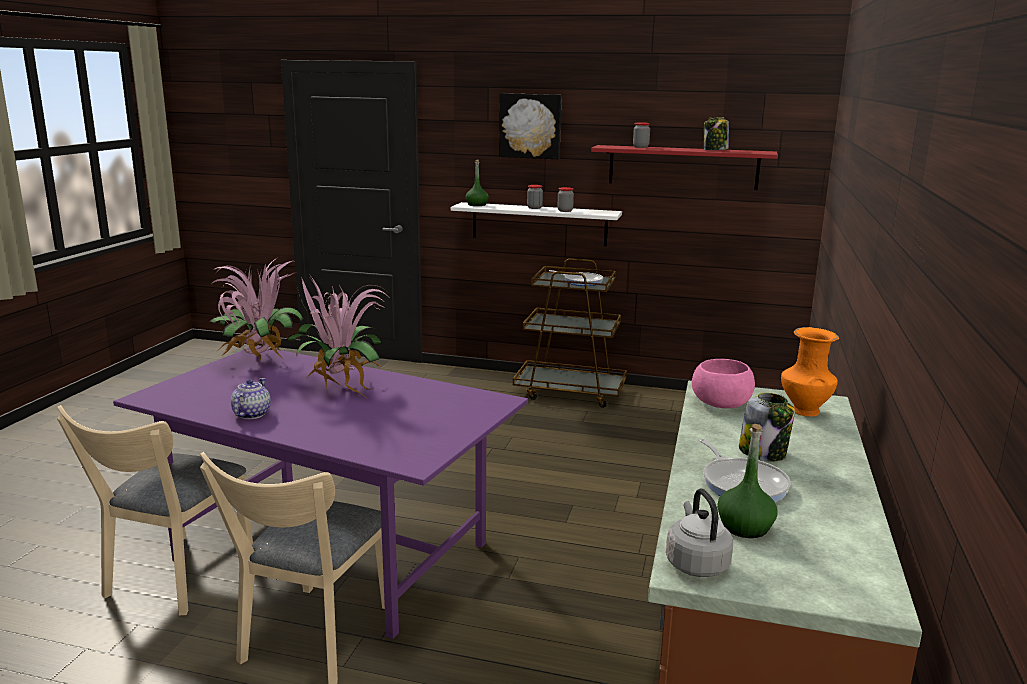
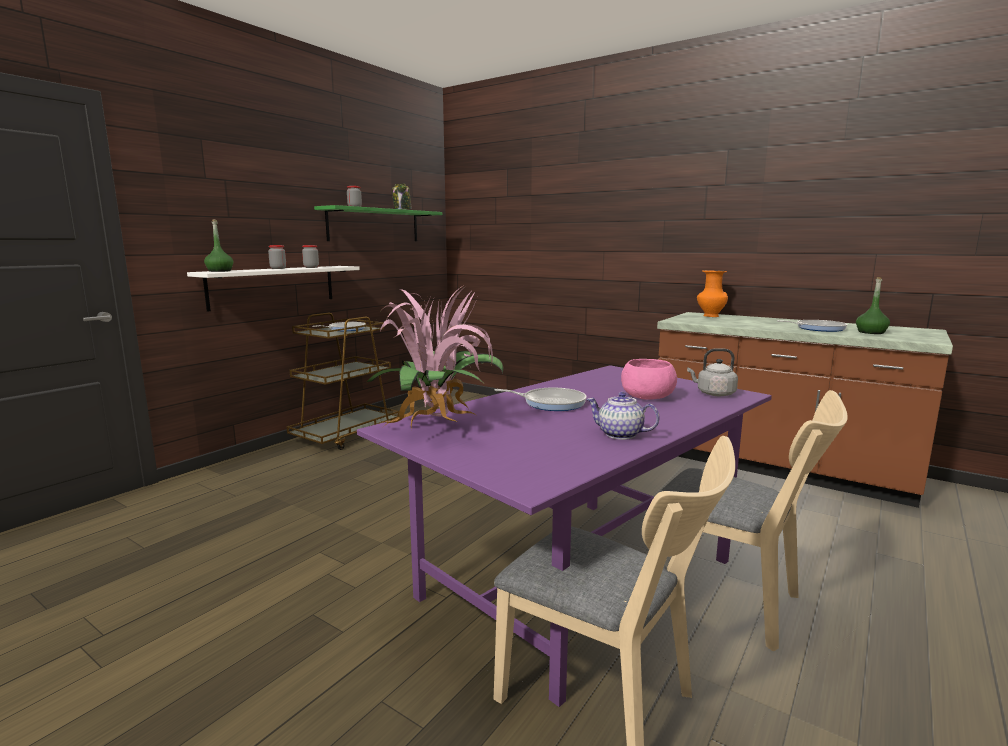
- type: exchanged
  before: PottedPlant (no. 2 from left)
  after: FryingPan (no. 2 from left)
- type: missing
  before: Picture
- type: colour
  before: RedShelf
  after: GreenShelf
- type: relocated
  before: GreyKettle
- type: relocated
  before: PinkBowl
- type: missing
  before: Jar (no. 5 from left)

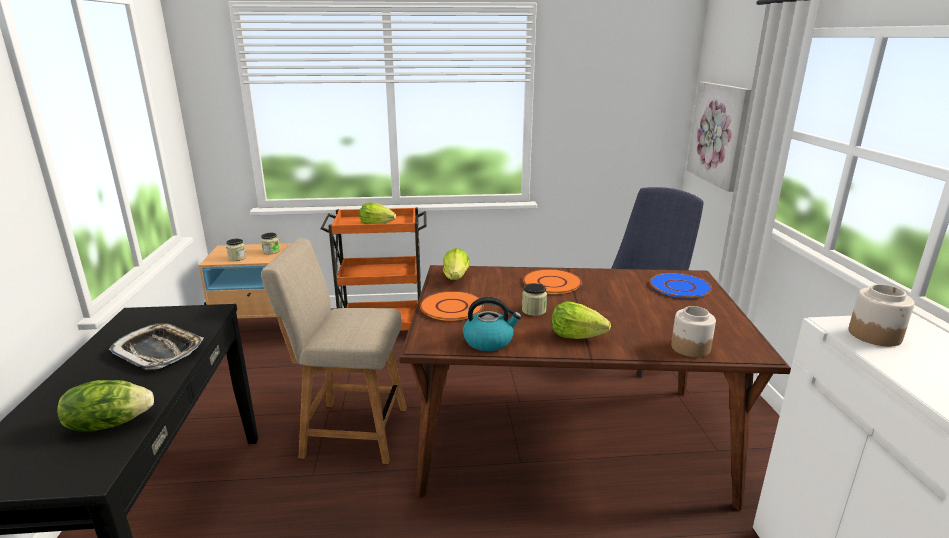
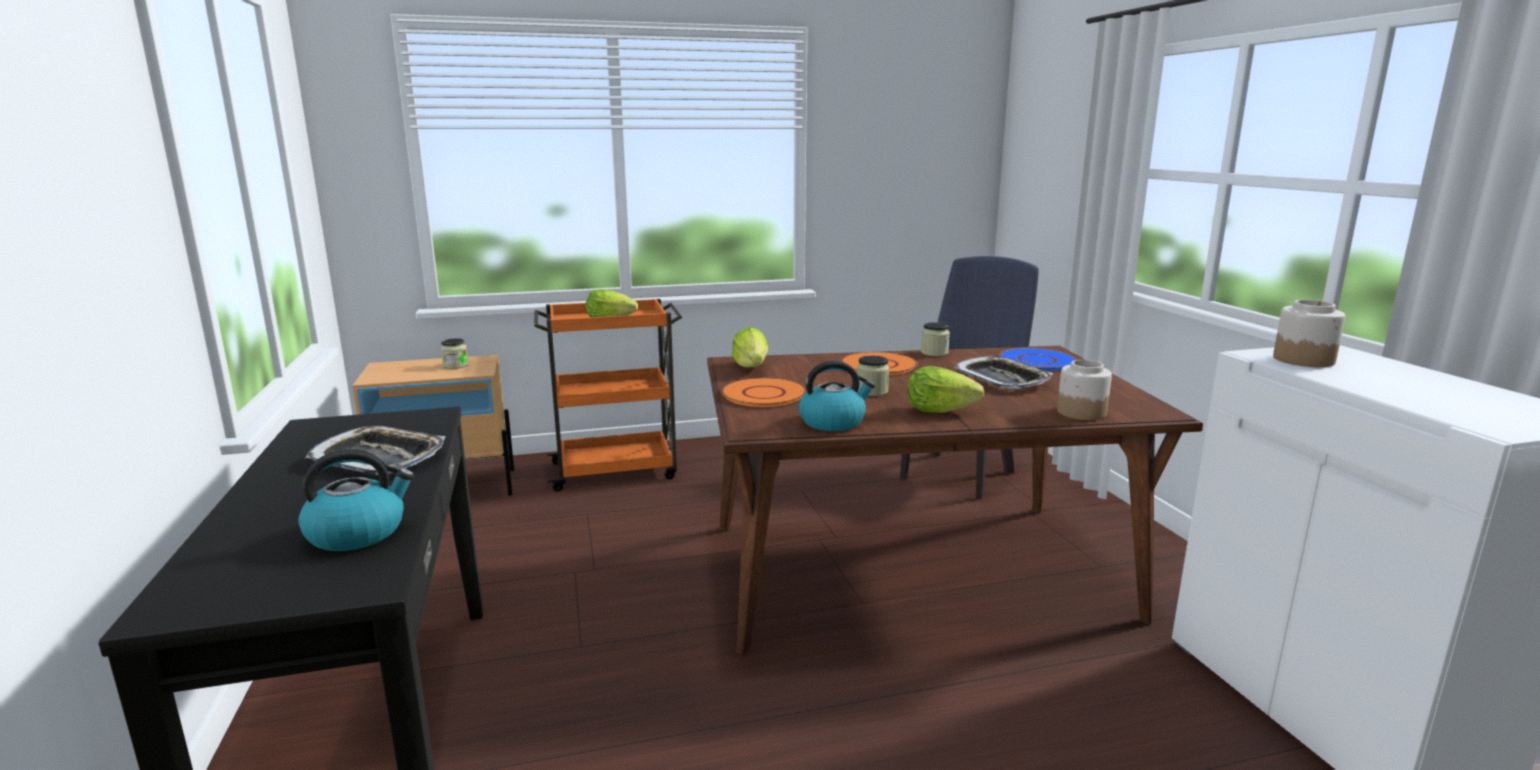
- type: exchanged
  before: Lettuce (no. 1 from left)
  after: Kettle (no. 1 from left)
- type: relocated
  before: Jar (no. 1 from left in the first image)
  after: Jar (no. 3 from left)
- type: missing
  before: BeigeChair
- type: missing
  before: Picture
- type: appeared
  after: Tray (no. 2 from left)

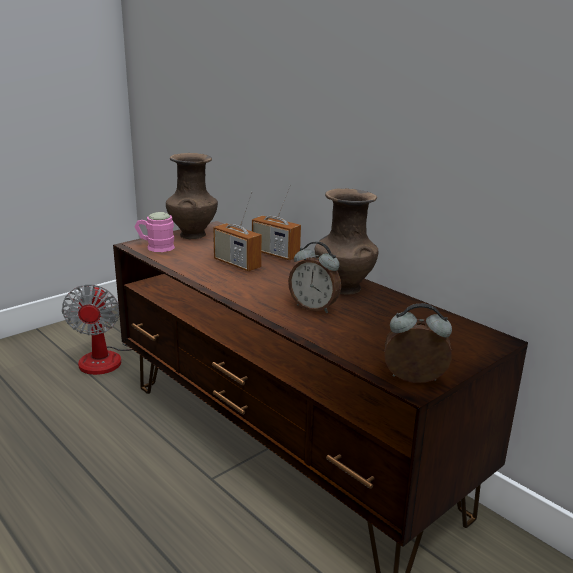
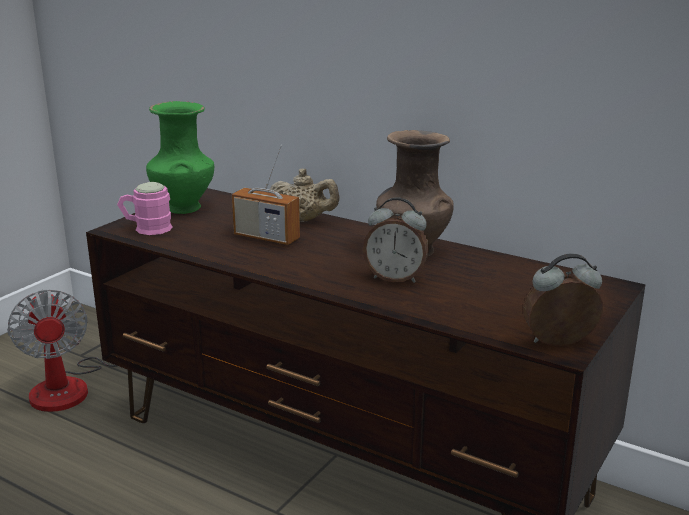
- type: colour
  before: BrownVase (no. 1 from left)
  after: GreenVase
- type: exchanged
  before: Radio (no. 2 from left)
  after: BeigeTeapot

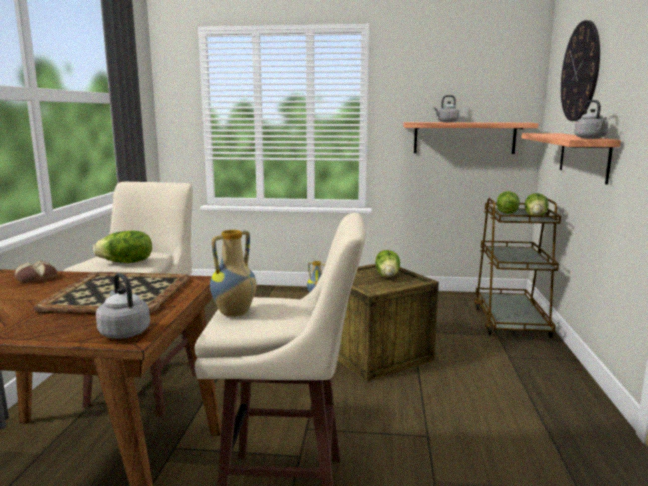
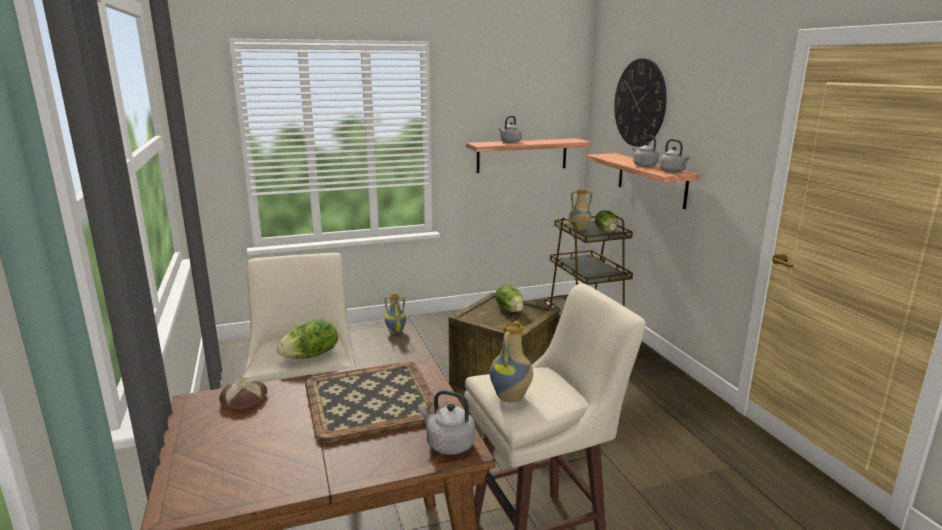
- type: exchanged
  before: Lettuce (no. 3 from left)
  after: Vase (no. 3 from left)
- type: appeared
  after: GreyKettle (no. 3 from left)

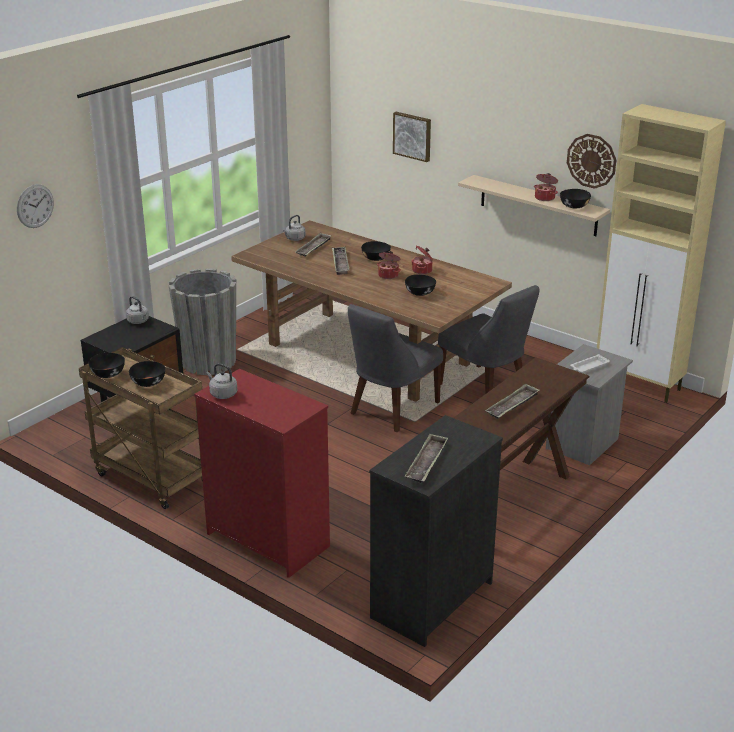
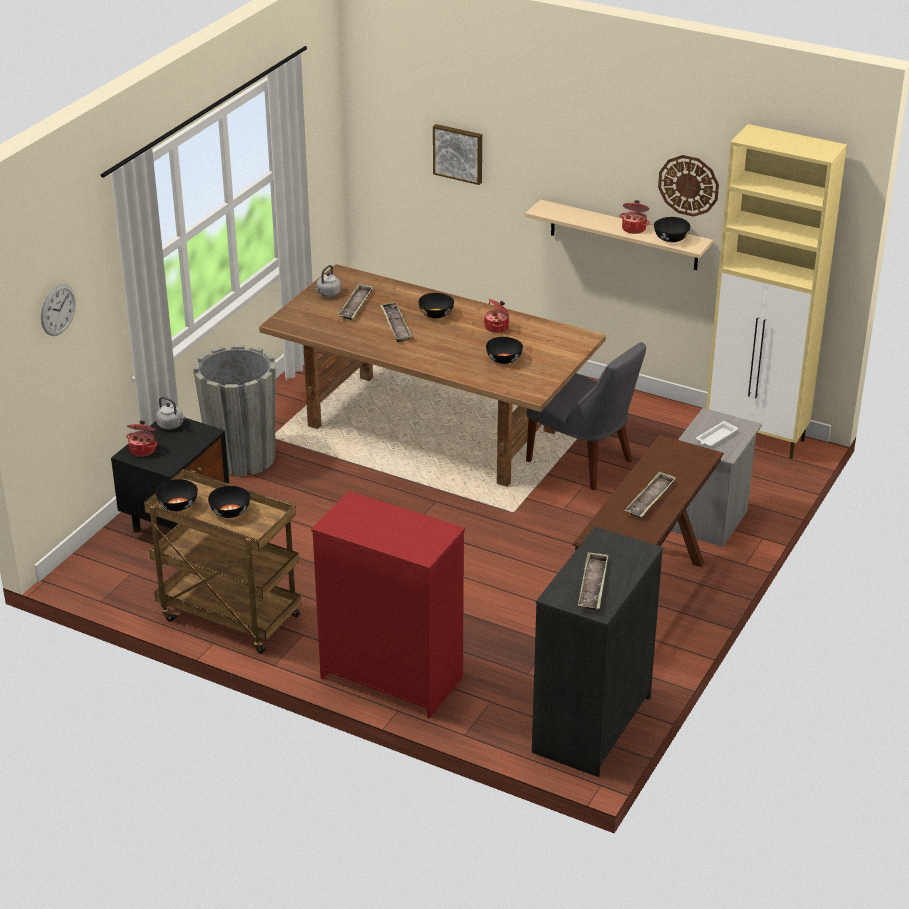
- type: missing
  before: GreyKettle (no. 2 from left)
- type: missing
  before: GreyChair (no. 1 from left)
- type: relocated
  before: CookingPot (no. 1 from left)

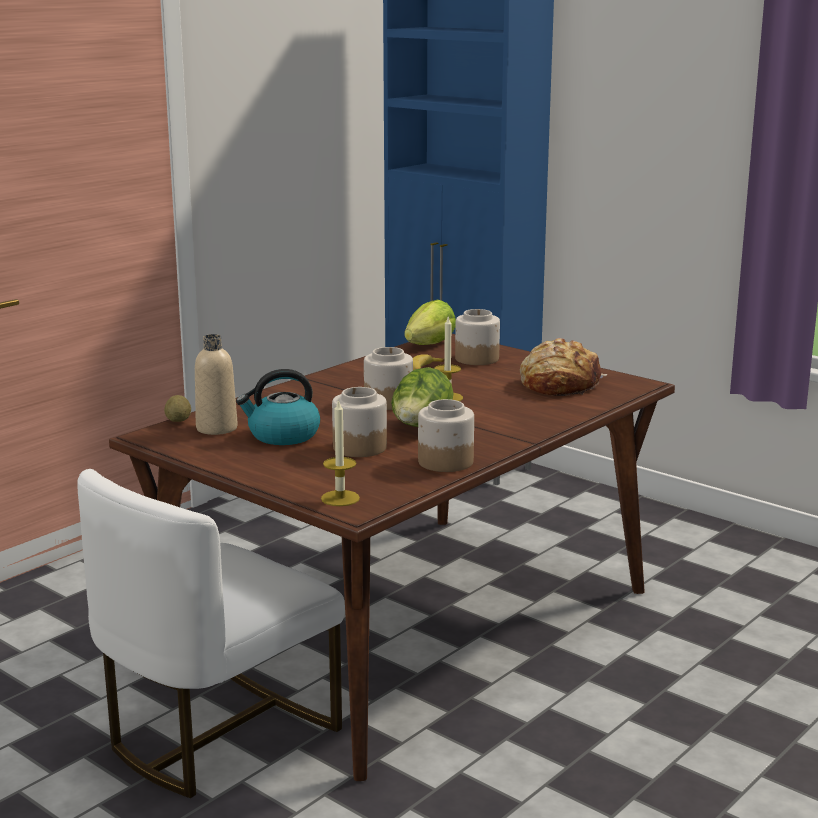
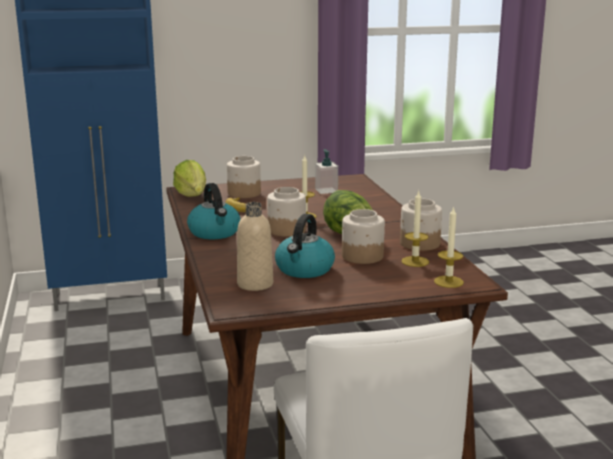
- type: missing
  before: Potato
- type: exchanged
  before: Bread
  after: SoapDispenser
- type: appeared
  after: Kettle (no. 1 from left)
- type: appeared
  after: Candle (no. 2 from left)

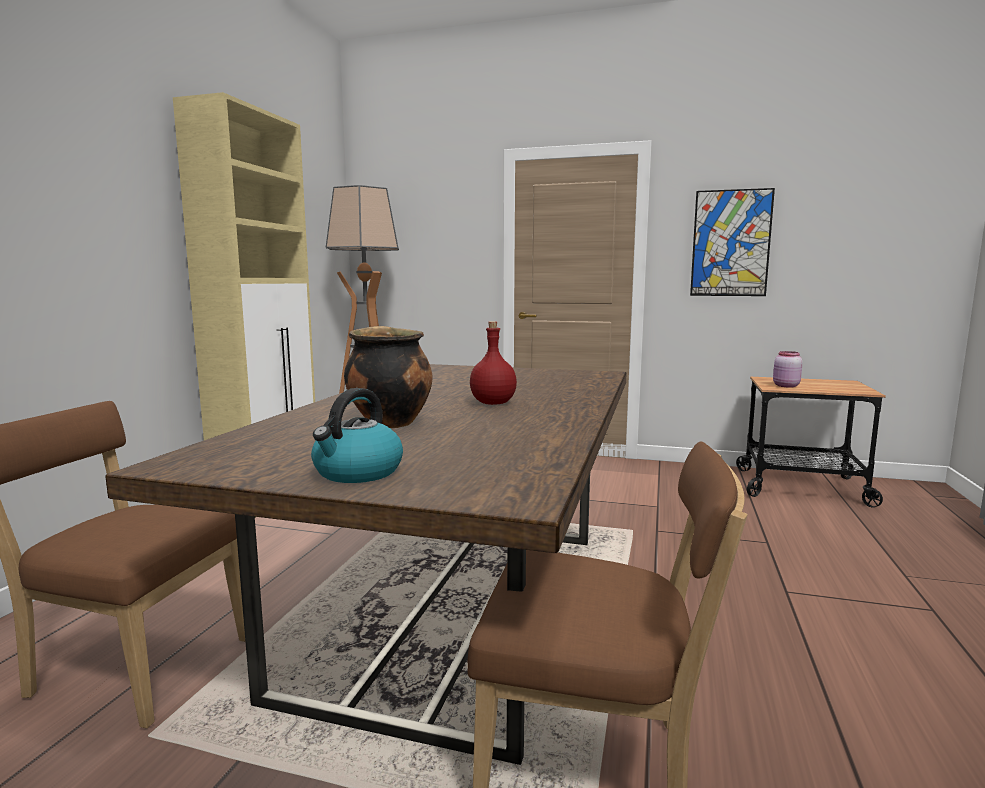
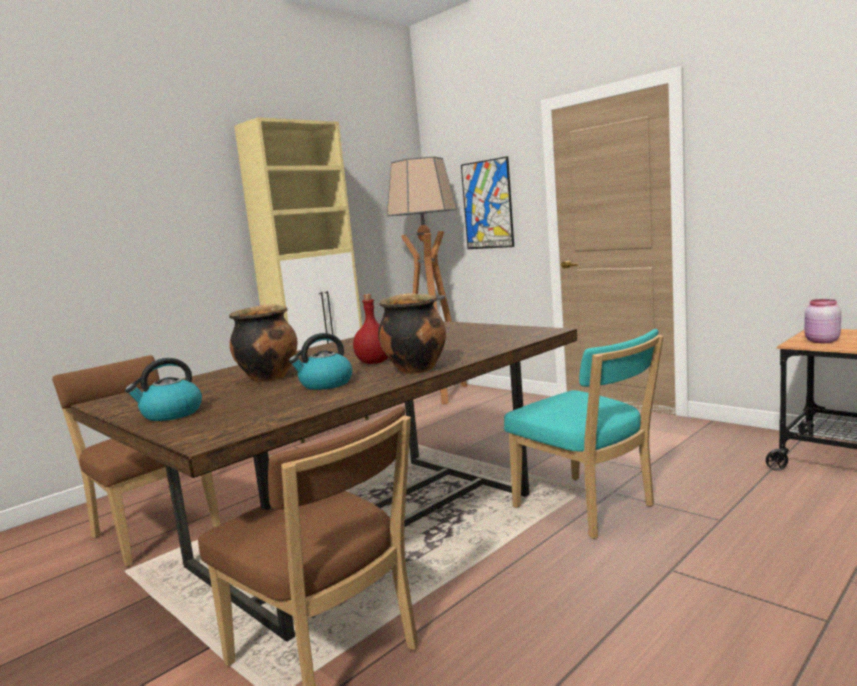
- type: relocated
  before: Picture
- type: appeared
  after: Kettle (no. 2 from left)
- type: appeared
  after: CookingPot (no. 2 from left)
- type: appeared
  after: TurquoiseChair

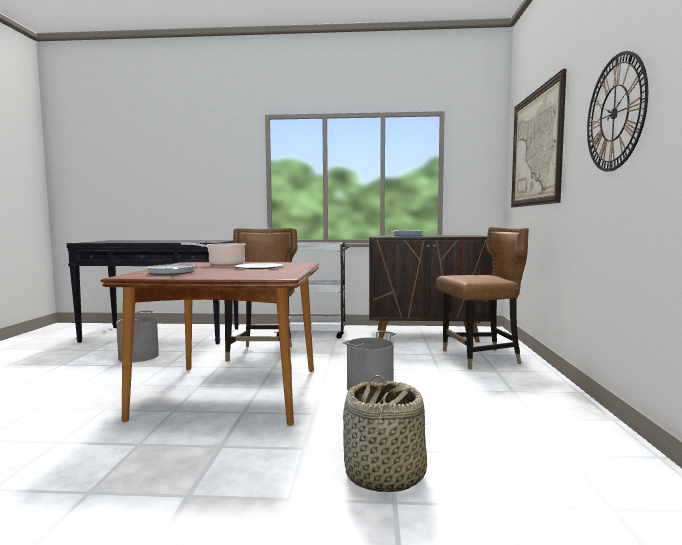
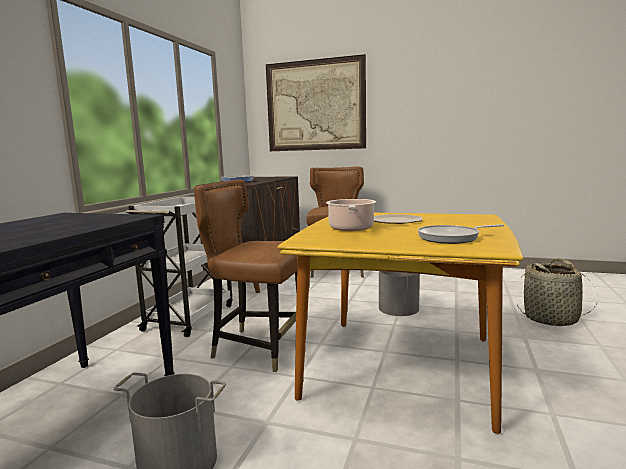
- type: colour
  before: BrownDiningTable
  after: YellowDiningTable
- type: missing
  before: WallClock

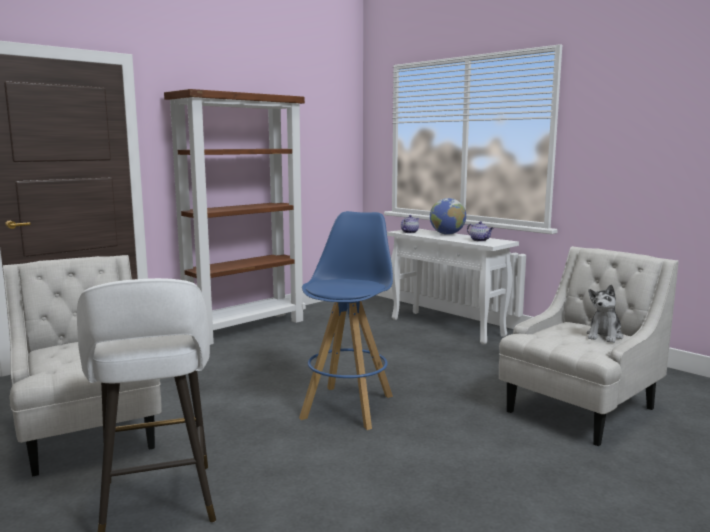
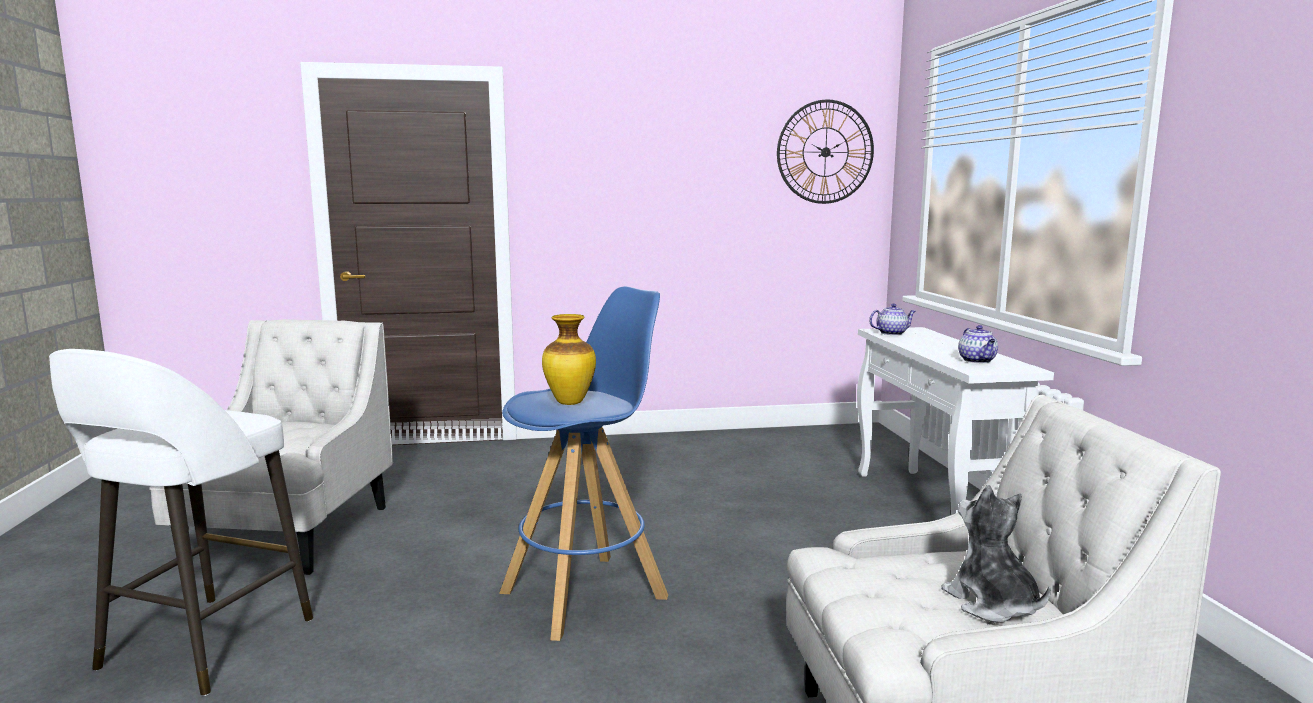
- type: missing
  before: BrownBookcase
- type: missing
  before: Globe
- type: spun
  before: PlushToy
  turn: 90
- type: appeared
  after: Vase
- type: appeared
  after: WallClock

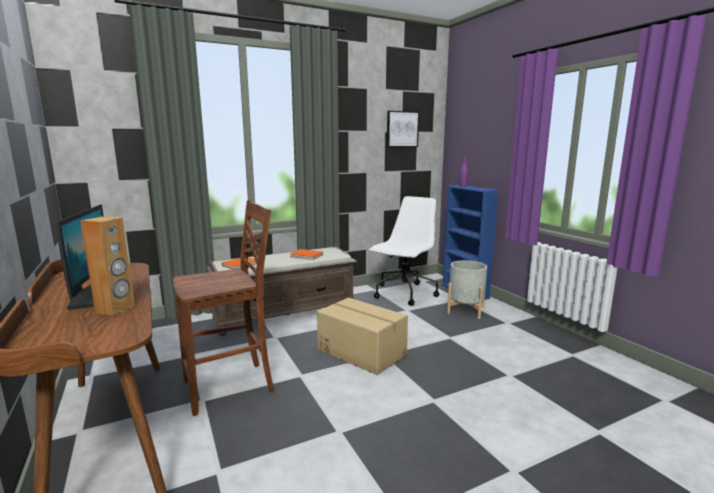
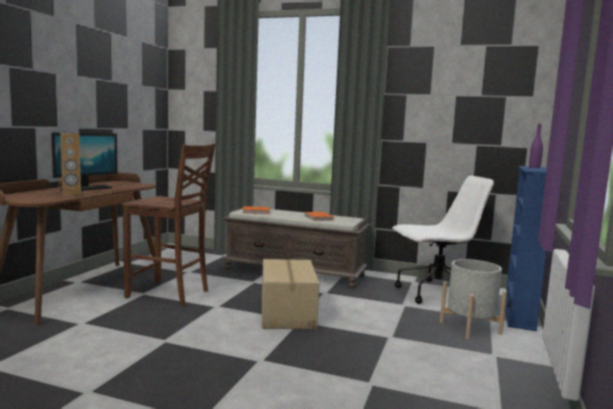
- type: missing
  before: Picture

